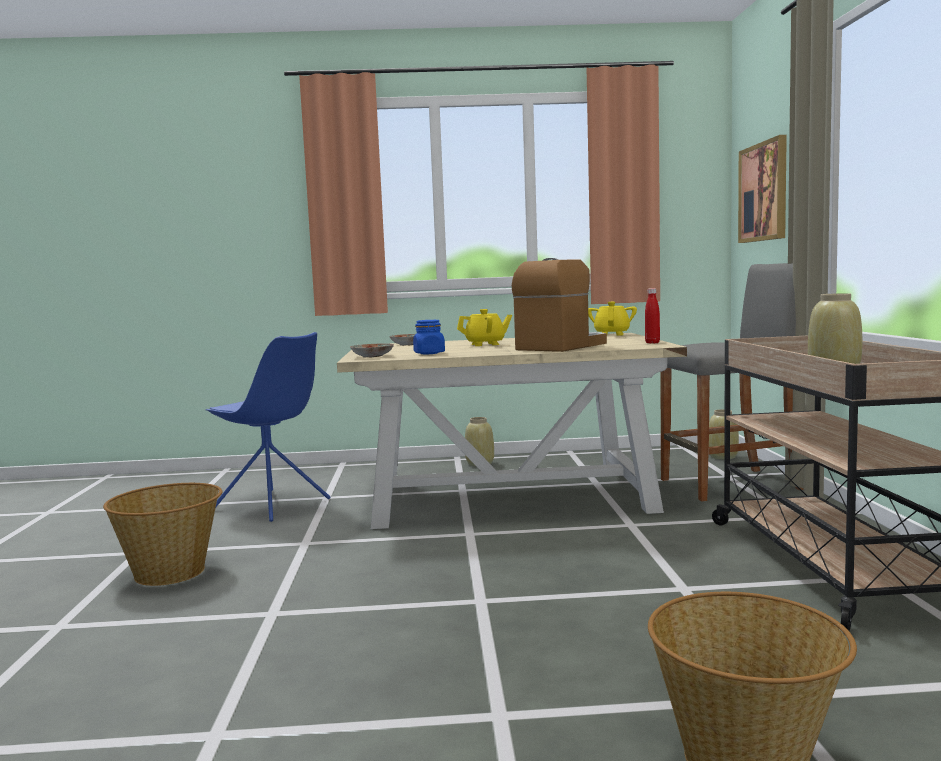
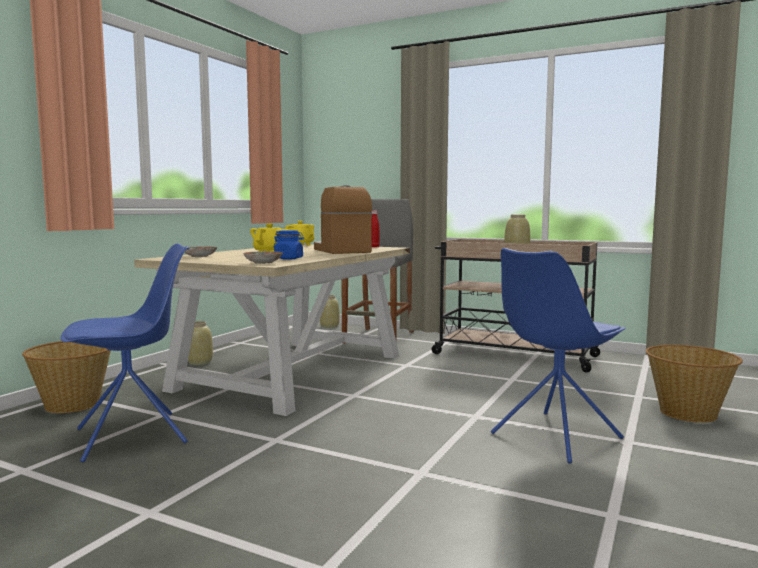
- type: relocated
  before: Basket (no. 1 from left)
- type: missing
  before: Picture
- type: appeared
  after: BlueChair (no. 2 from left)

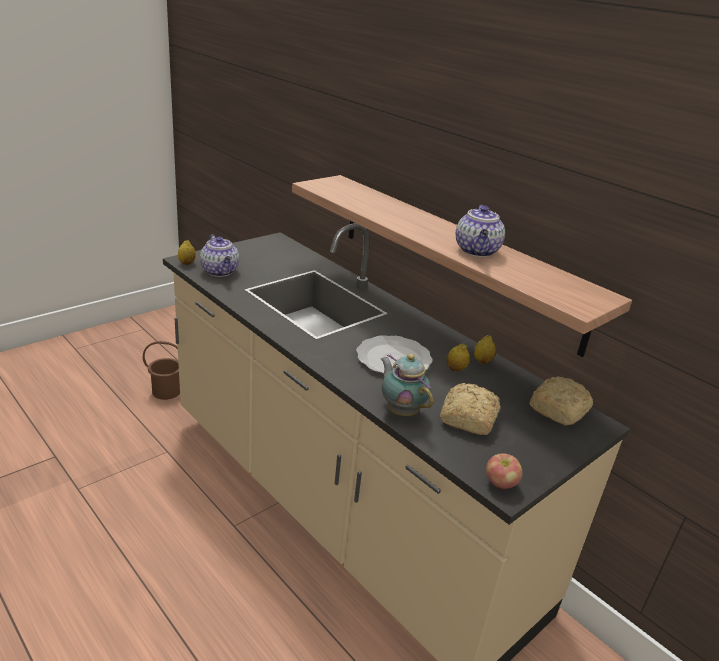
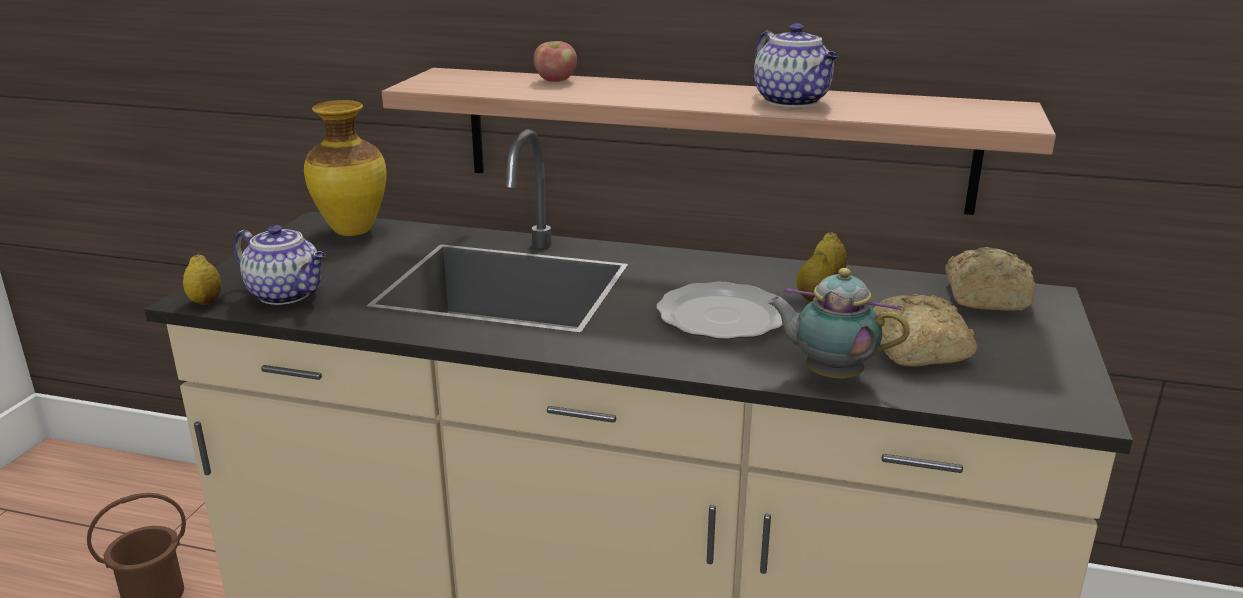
- type: relocated
  before: Apple
- type: appeared
  after: Vase

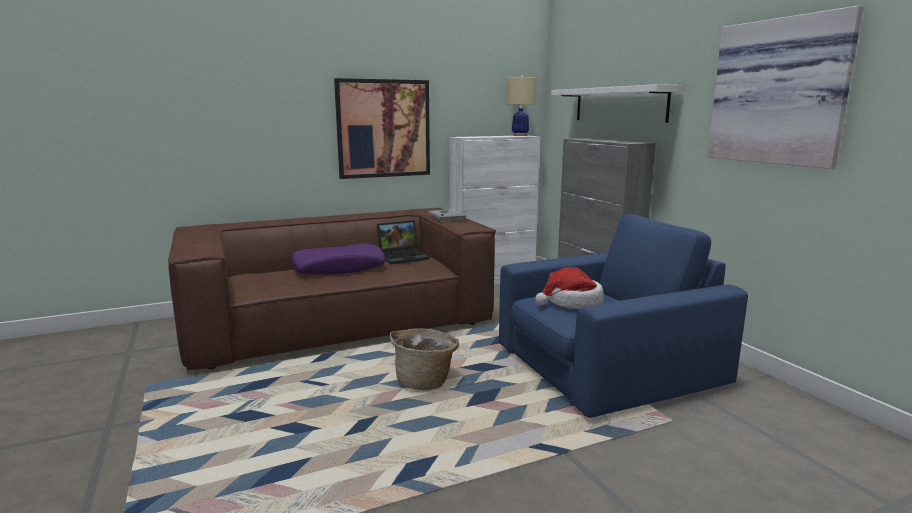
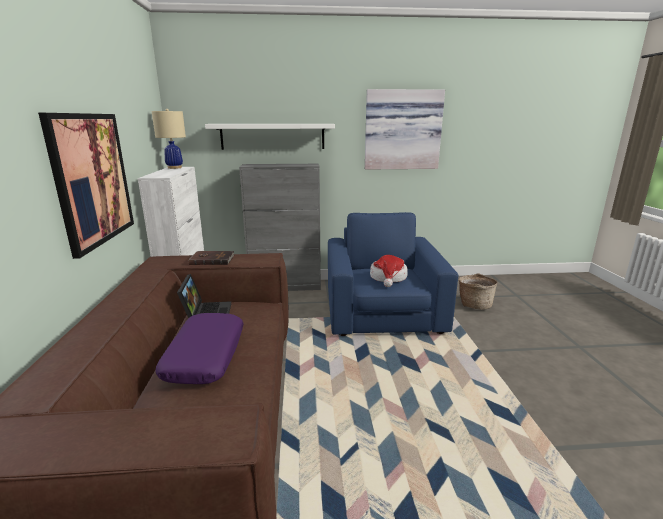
- type: relocated
  before: Basket
- type: colour
  before: GreyBook
  after: BrownBook

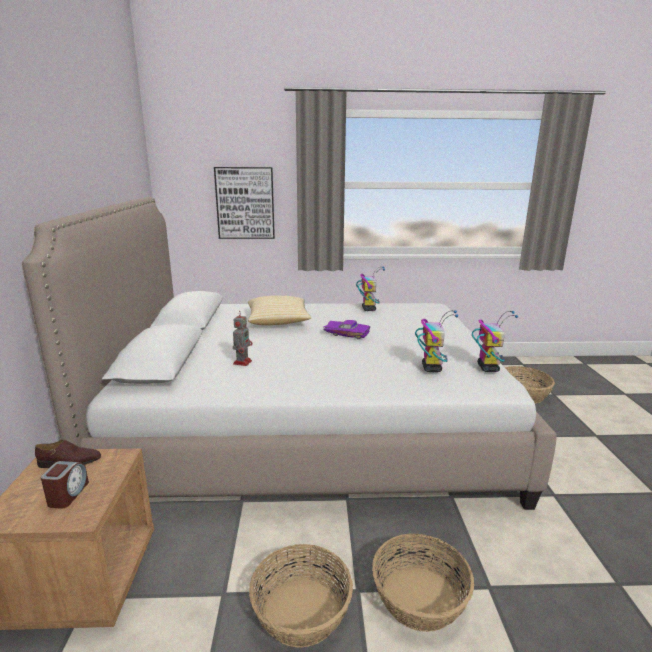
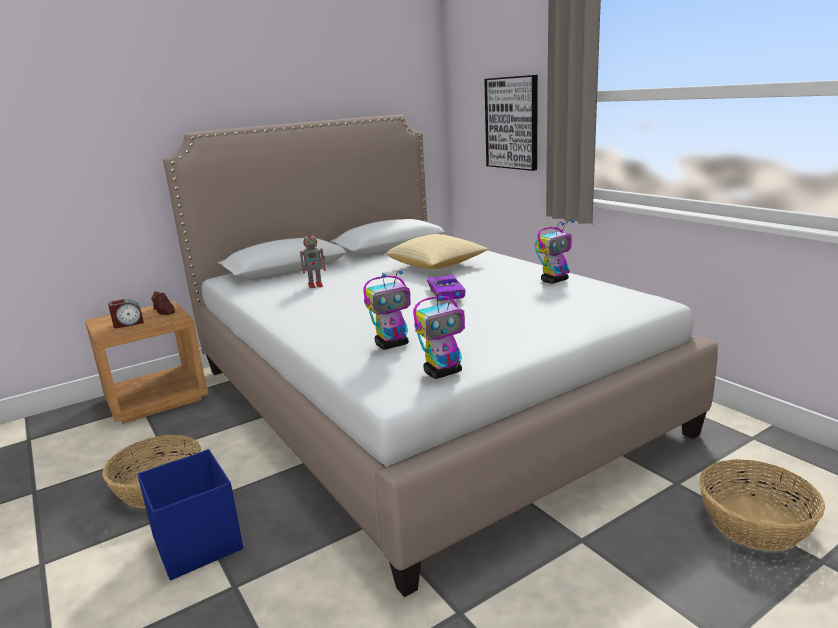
- type: exchanged
  before: Basket (no. 2 from left)
  after: BlueStorageBox

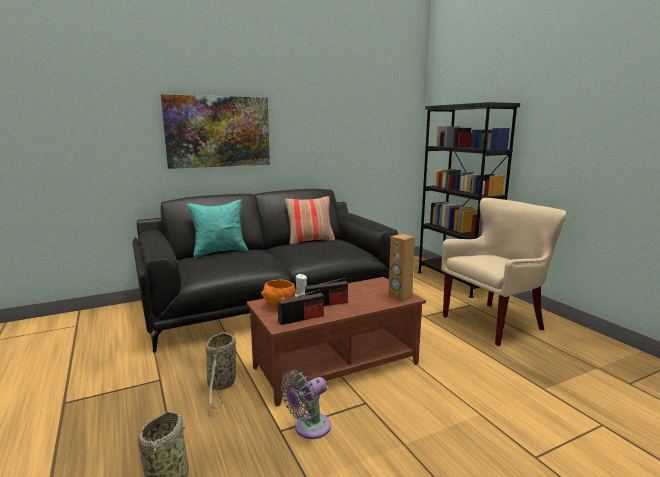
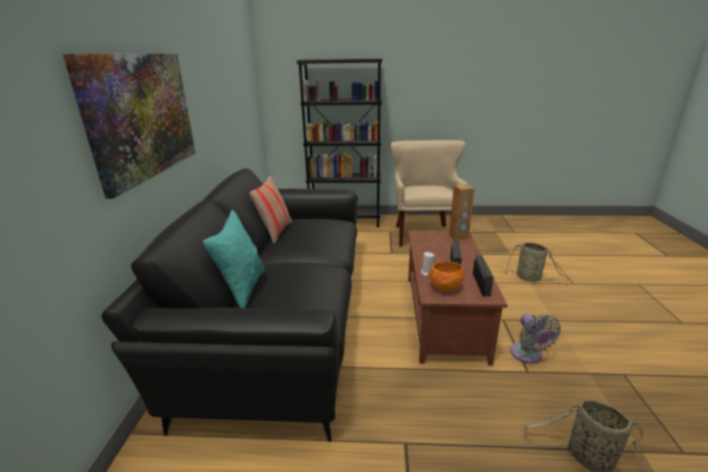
- type: relocated
  before: Basket (no. 2 from left in the first image)
  after: Basket (no. 1 from left)

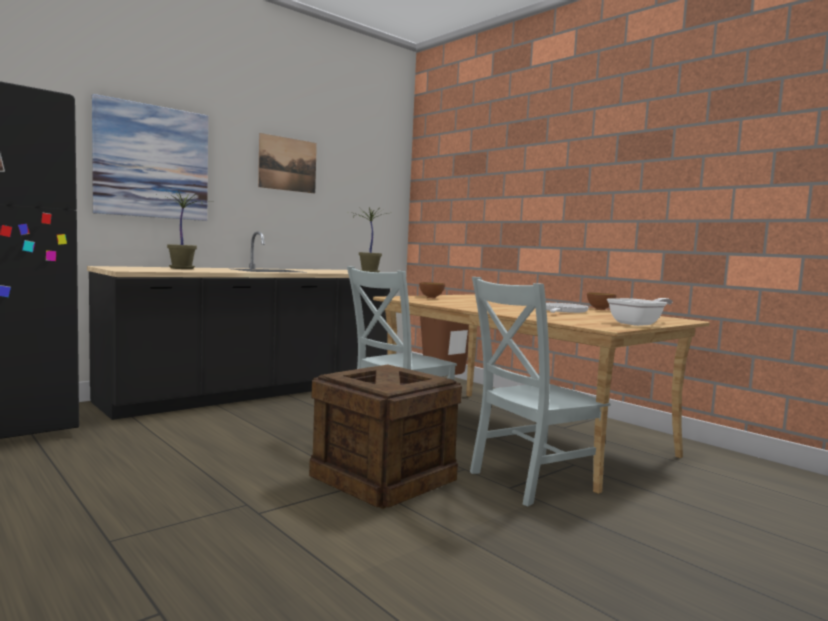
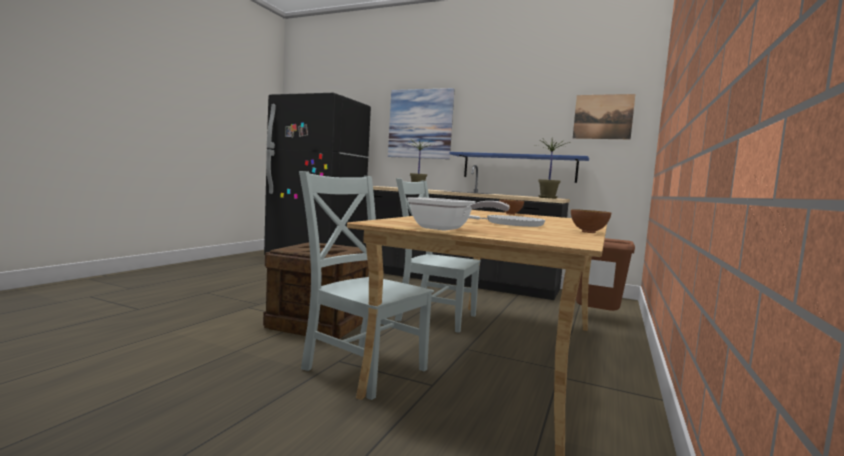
- type: relocated
  before: Picture (no. 2 from left)
- type: appeared
  after: BlueShelf

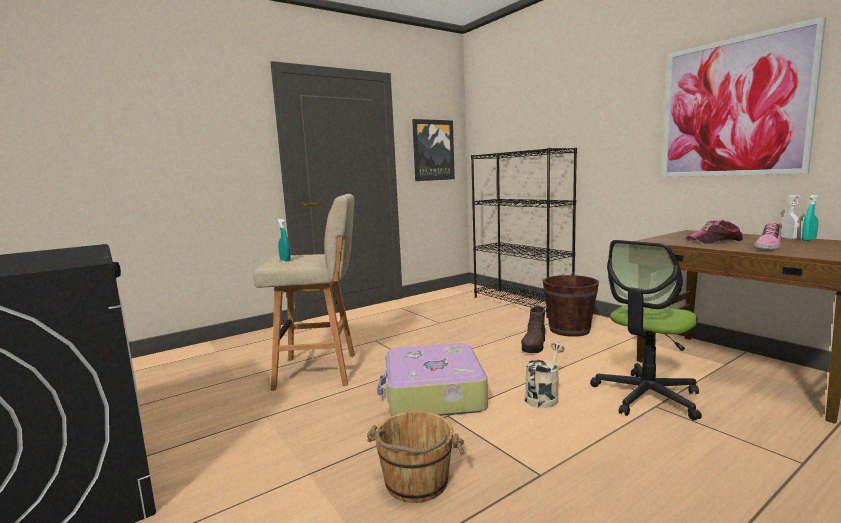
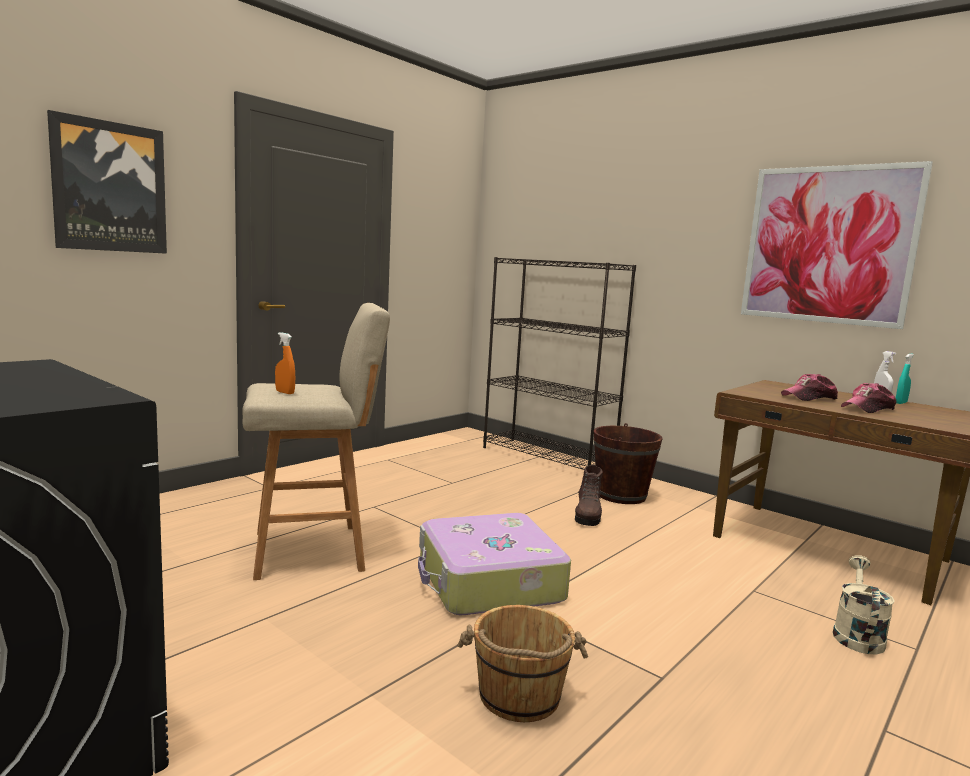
- type: colour
  before: TurquoiseSprayBottle (no. 1 from left)
  after: OrangeSprayBottle
- type: relocated
  before: Picture (no. 1 from left)
- type: relocated
  before: BeigeWateringCan
- type: missing
  before: OfficeChair
- type: exchanged
  before: Shoe
  after: Cap (no. 2 from left)

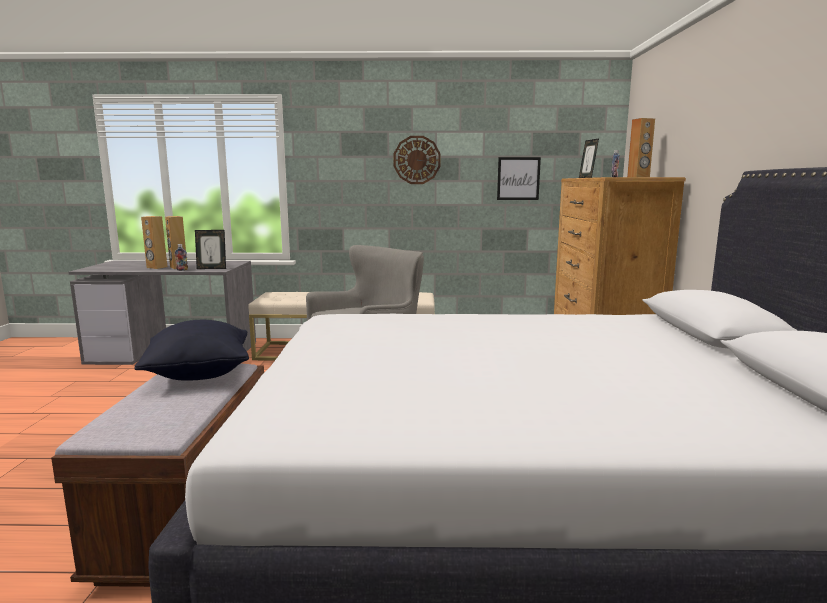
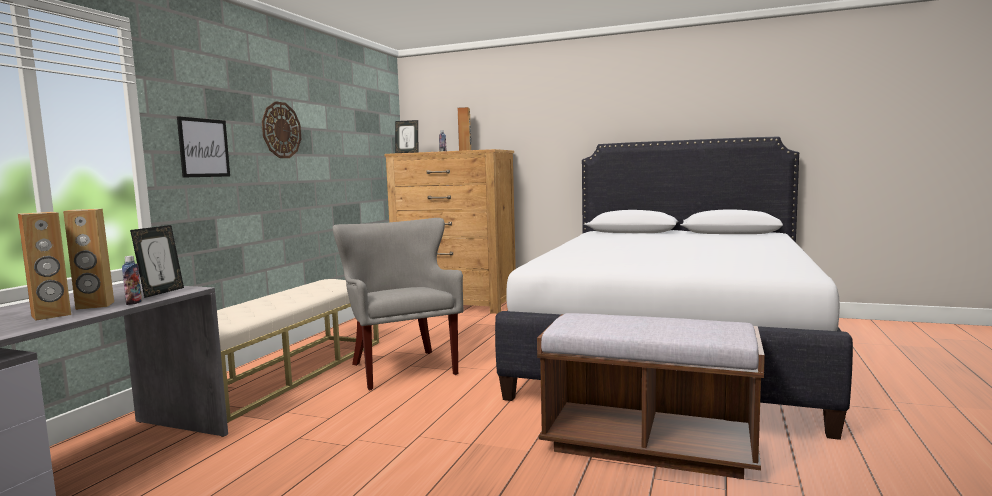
- type: missing
  before: BlackPillow
- type: relocated
  before: Picture

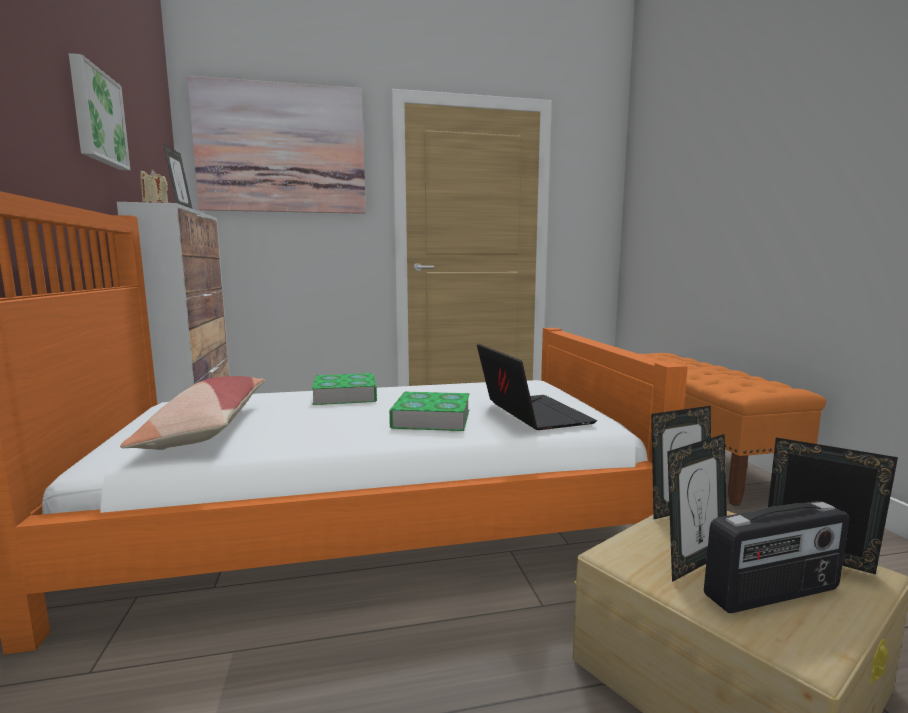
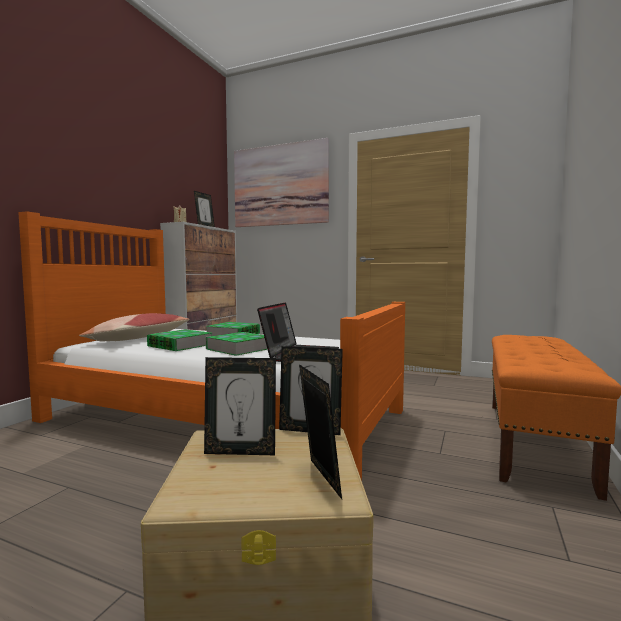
- type: missing
  before: Picture (no. 1 from left)
- type: missing
  before: Radio
- type: appeared
  after: Book (no. 1 from left)

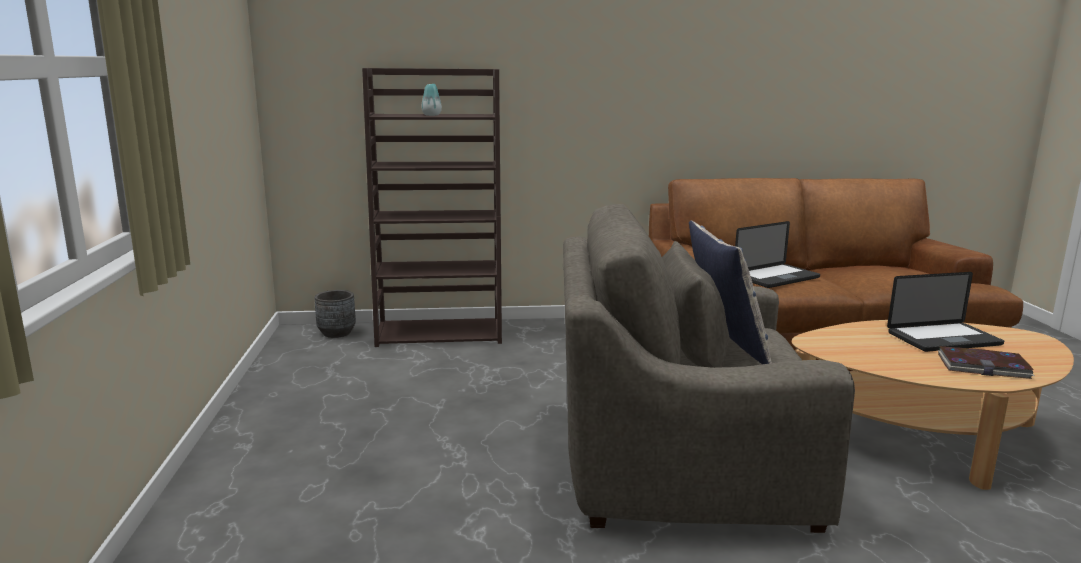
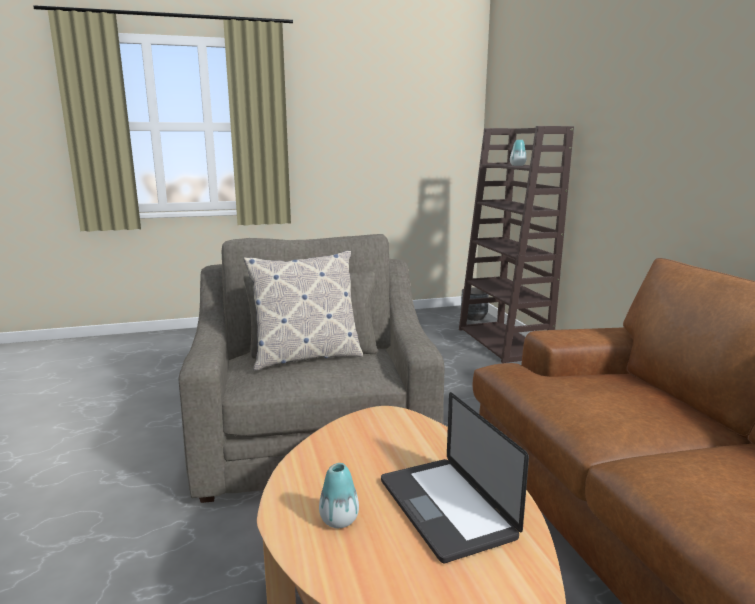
- type: missing
  before: Laptop (no. 1 from left)
- type: exchanged
  before: Book
  after: Vase (no. 1 from left)

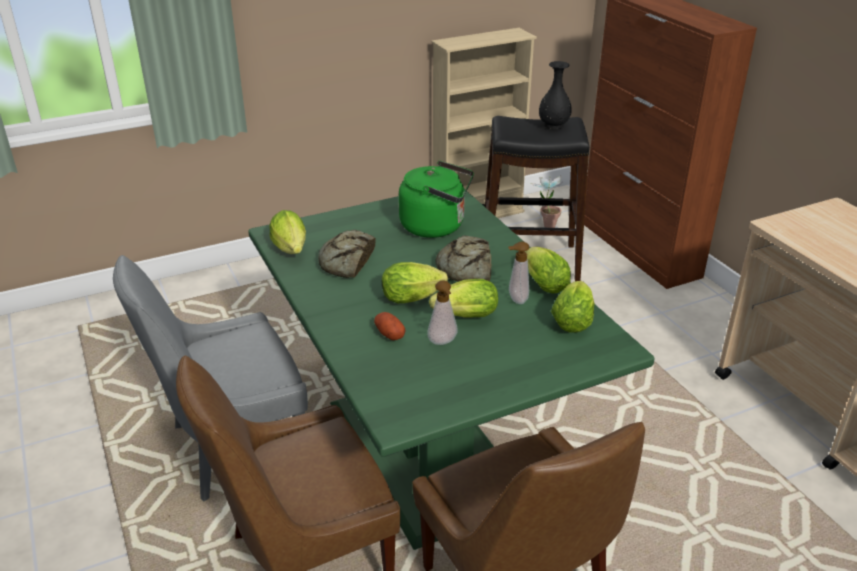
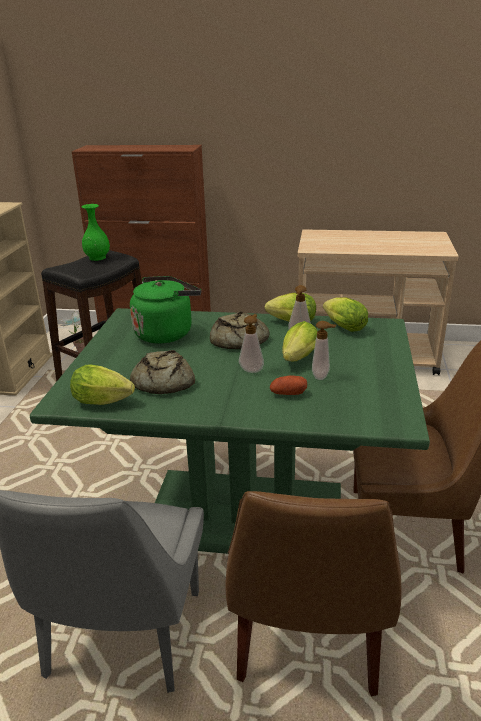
- type: exchanged
  before: Lettuce (no. 2 from left)
  after: SoapDispenser (no. 1 from left)
- type: colour
  before: BlackVase
  after: GreenVase

